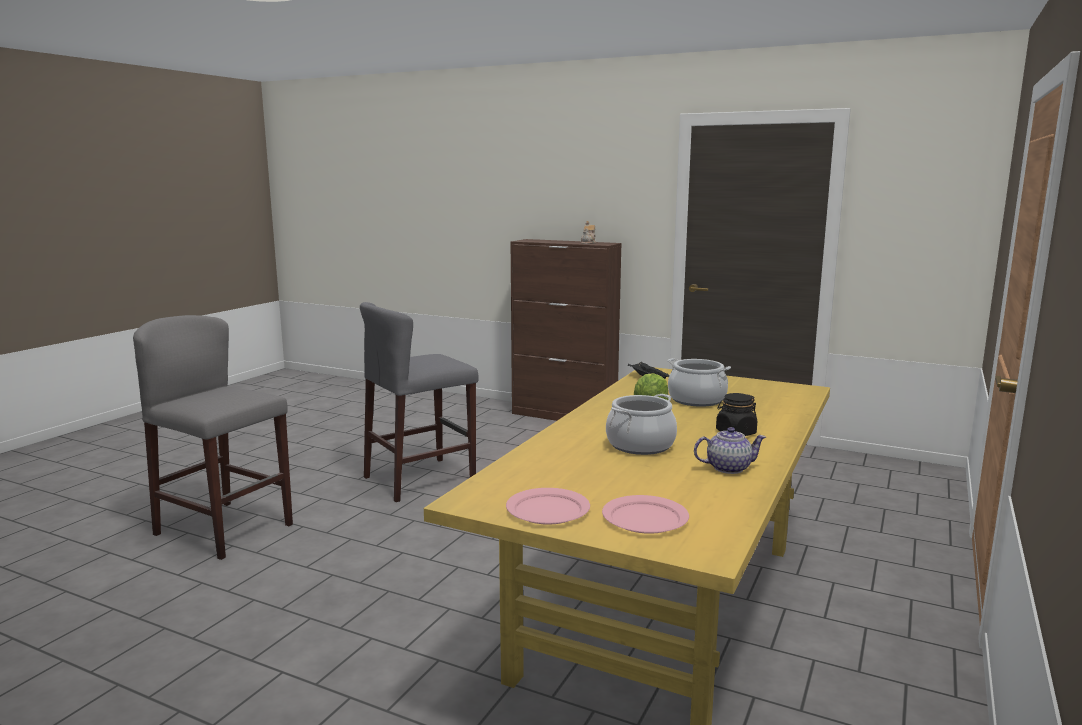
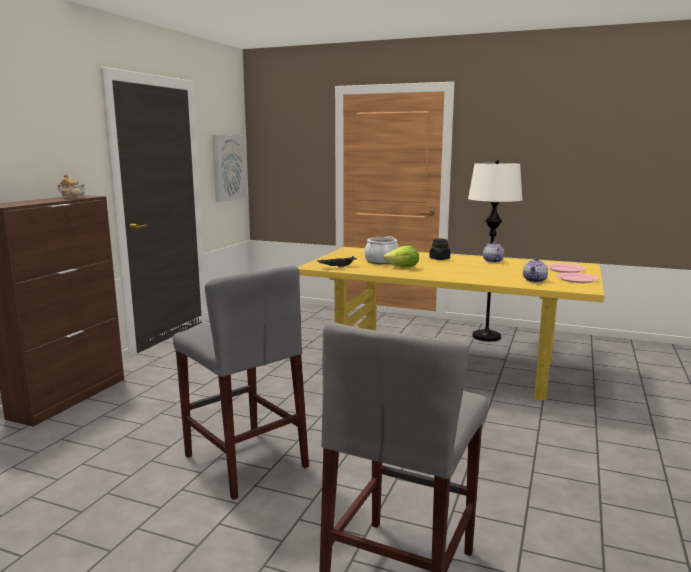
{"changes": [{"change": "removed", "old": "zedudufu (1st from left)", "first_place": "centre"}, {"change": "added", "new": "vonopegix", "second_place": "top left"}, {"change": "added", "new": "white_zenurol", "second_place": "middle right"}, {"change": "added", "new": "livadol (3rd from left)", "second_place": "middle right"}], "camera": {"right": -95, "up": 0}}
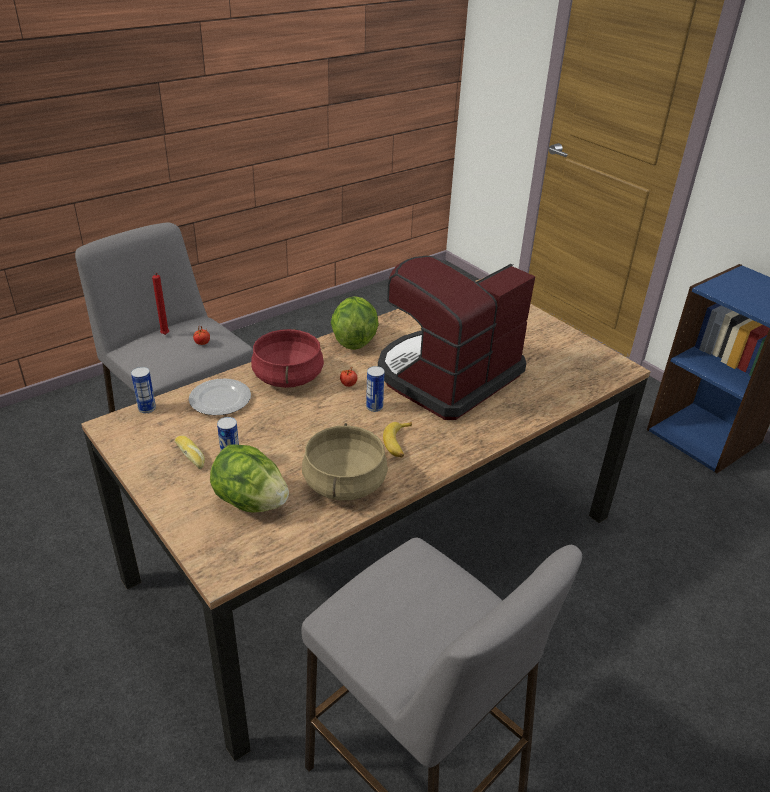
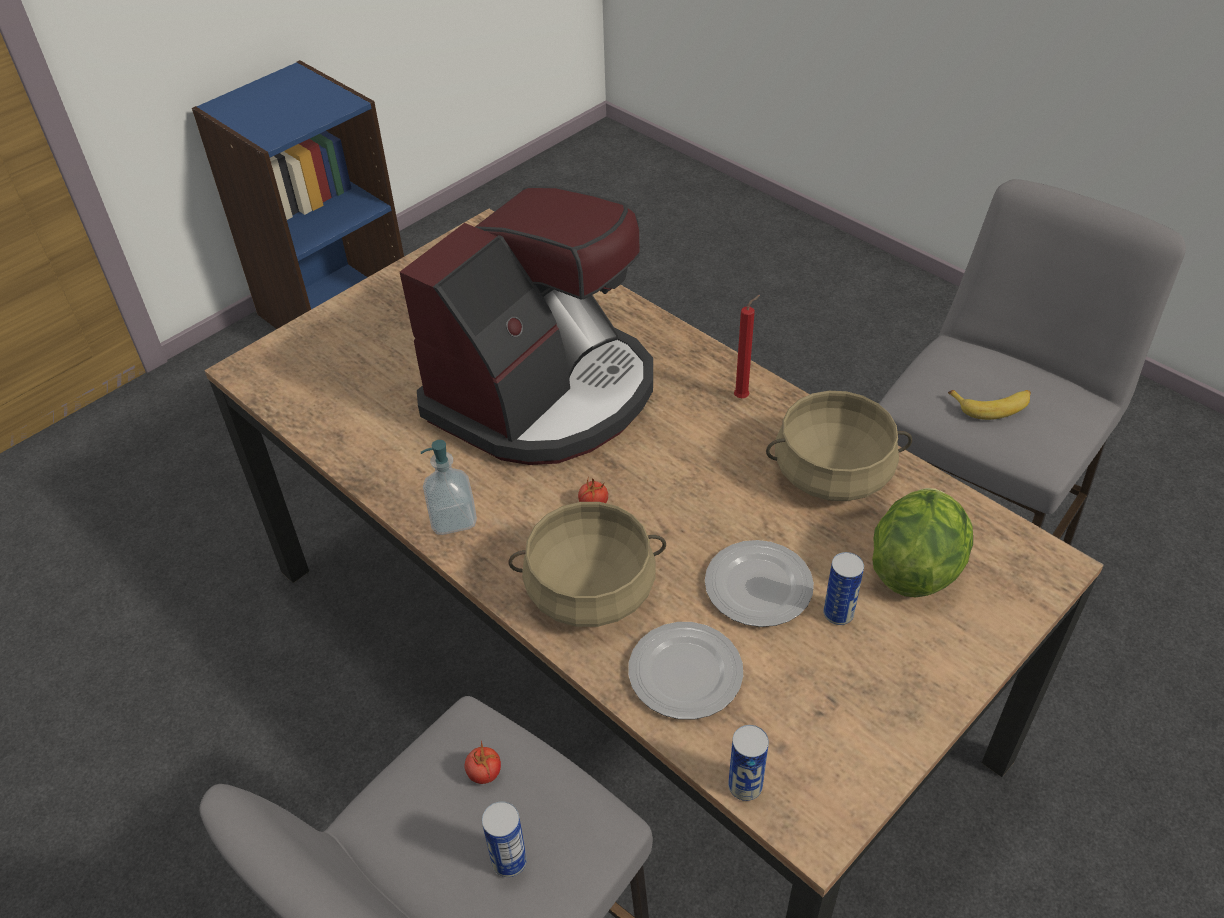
{"changes": [{"change": "turned", "old": "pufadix", "first_place": "centre", "second_place": "centre", "degrees": -90}, {"change": "moved", "old": "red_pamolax", "first_place": "middle left", "second_place": "centre"}, {"change": "replaced", "old": "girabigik (2nd from left)", "new": "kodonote", "first_place": "centre", "second_place": "centre"}, {"change": "recoloured", "old": "red_zedudufu", "new": "beige_zedudufu (1st from left)", "first_place": "centre", "second_place": "centre"}, {"change": "moved", "old": "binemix (3rd from left in the first image)", "new": "binemix (1st from left)", "first_place": "centre", "second_place": "bottom centre"}, {"change": "moved", "old": "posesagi", "first_place": "centre", "second_place": "middle right"}, {"change": "removed", "old": "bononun", "first_place": "middle left"}, {"change": "added", "new": "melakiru (2nd from left)", "second_place": "centre"}], "camera": {"right": -95, "up": 10}}
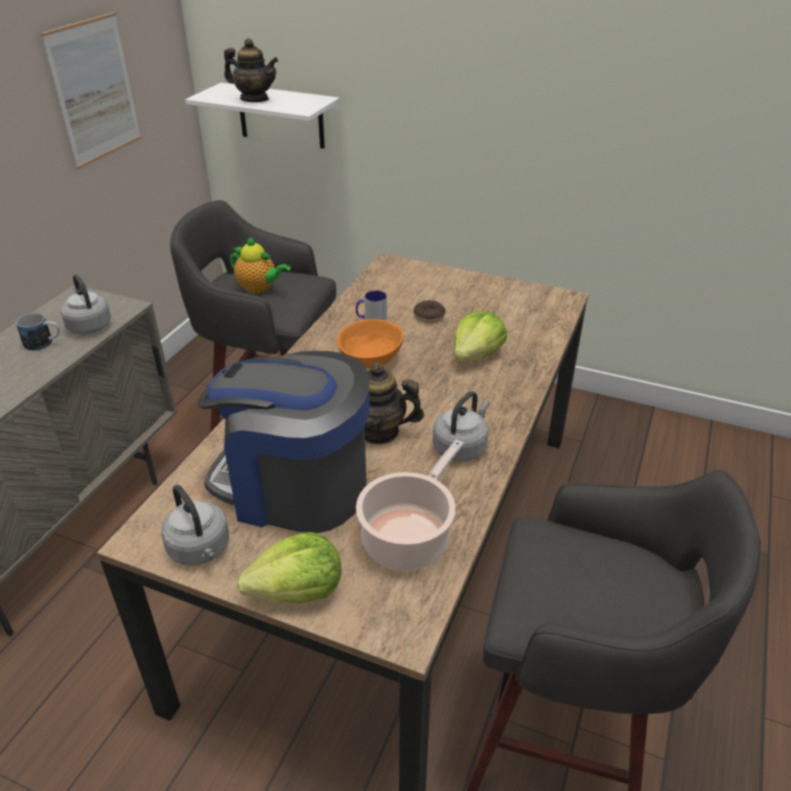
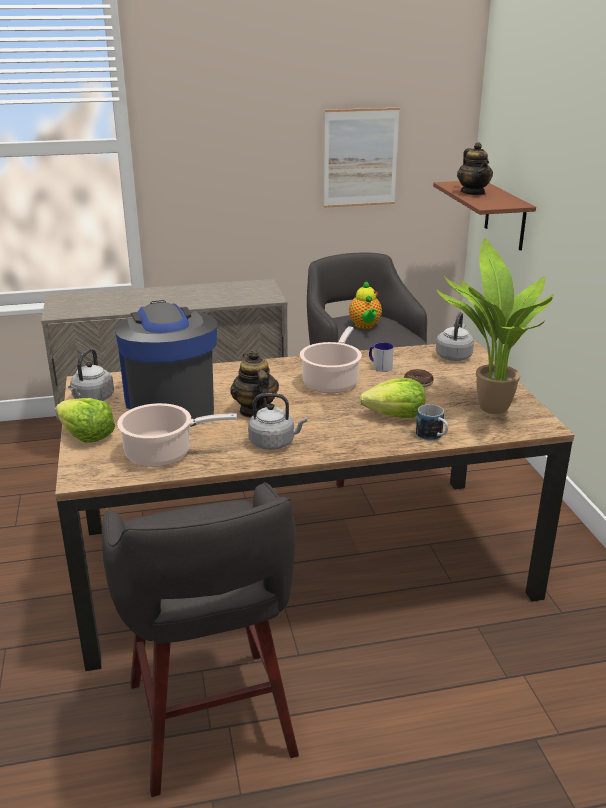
{"changes": [{"change": "recoloured", "old": "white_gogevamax", "new": "brown_gogevamax", "first_place": "top left", "second_place": "top right"}, {"change": "moved", "old": "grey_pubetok (1st from left in the first image)", "new": "grey_pubetok (3rd from left)", "first_place": "middle left", "second_place": "middle right"}, {"change": "moved", "old": "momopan (1st from left in the first image)", "new": "momopan (2nd from left)", "first_place": "middle left", "second_place": "middle right"}, {"change": "replaced", "old": "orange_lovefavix", "new": "zedudufu (2nd from left)", "first_place": "centre", "second_place": "centre"}, {"change": "added", "new": "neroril", "second_place": "middle right"}], "camera": {"right": 55, "up": -10}}
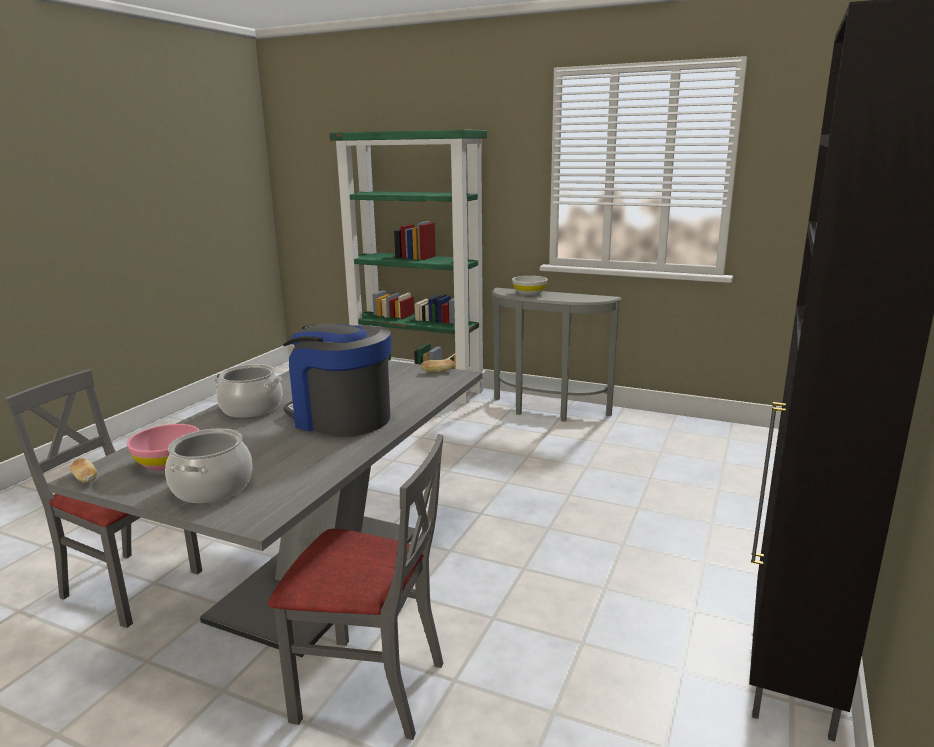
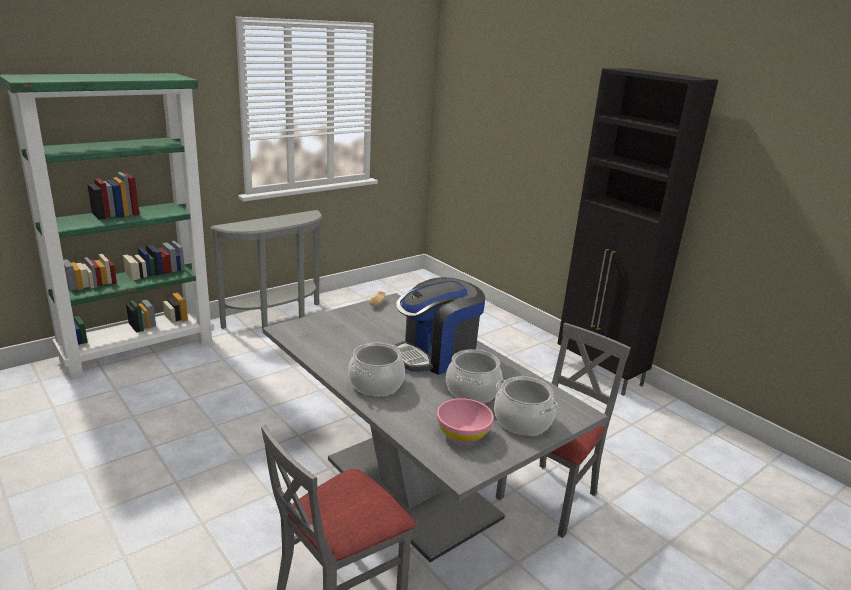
{"changes": [{"change": "removed", "old": "white_lovefavix", "first_place": "centre"}, {"change": "removed", "old": "bononun (1st from left)", "first_place": "middle left"}, {"change": "added", "new": "zedudufu (2nd from left)", "second_place": "centre"}], "camera": {"right": -65, "up": 5}}
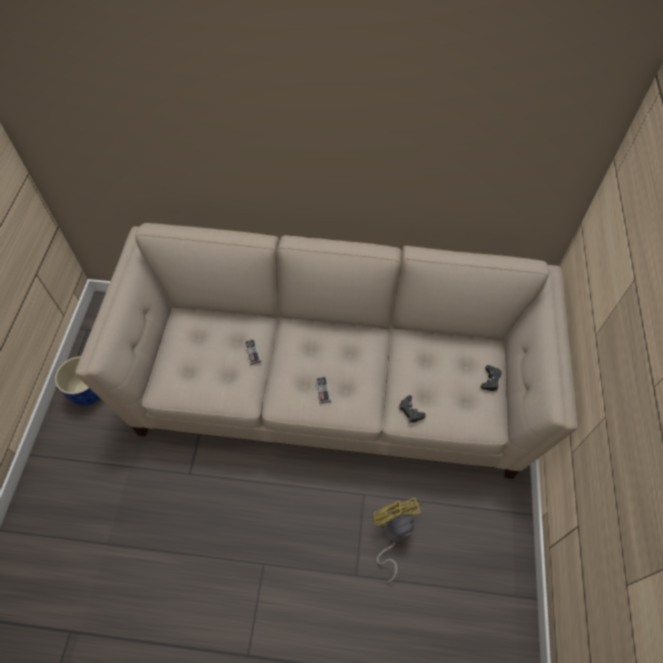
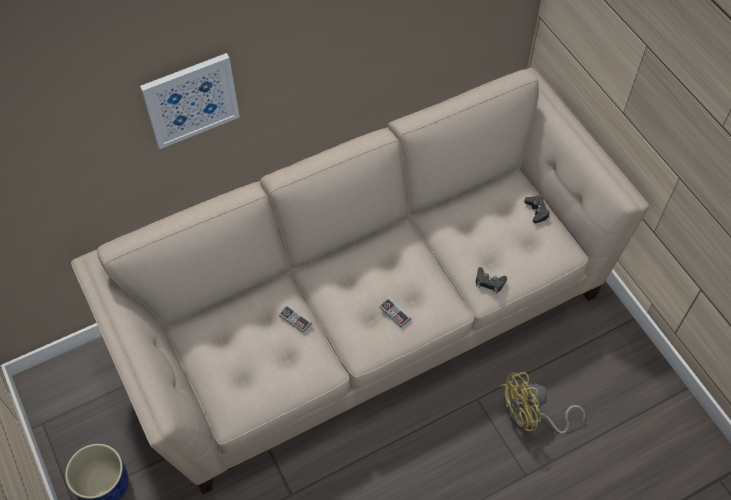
{"changes": [{"change": "turned", "old": "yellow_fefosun", "first_place": "bottom centre", "second_place": "bottom right", "degrees": -60}, {"change": "added", "new": "vonopegix", "second_place": "top left"}], "camera": {"right": -35, "up": 0}}
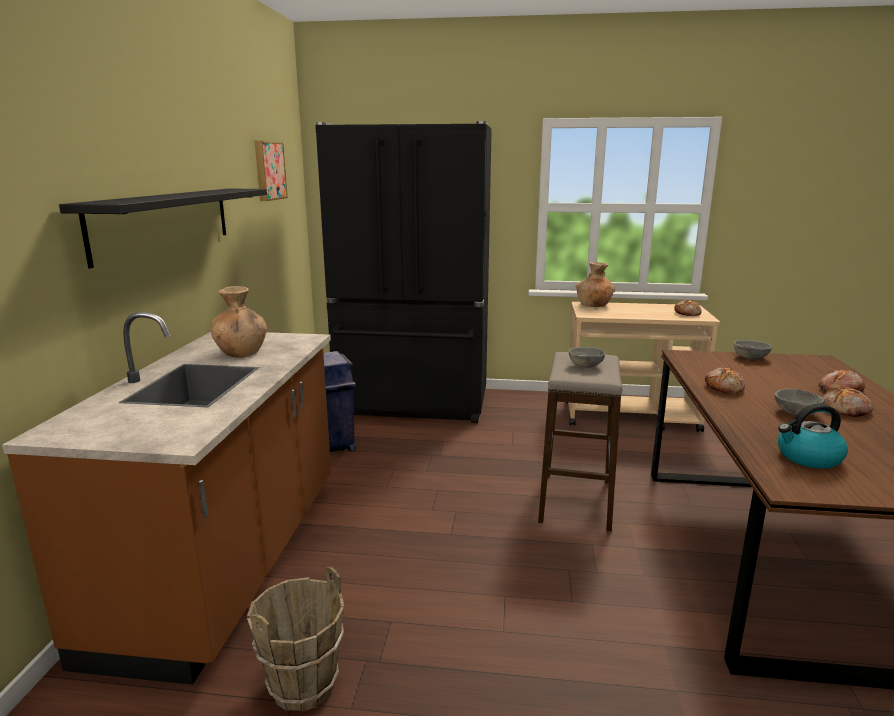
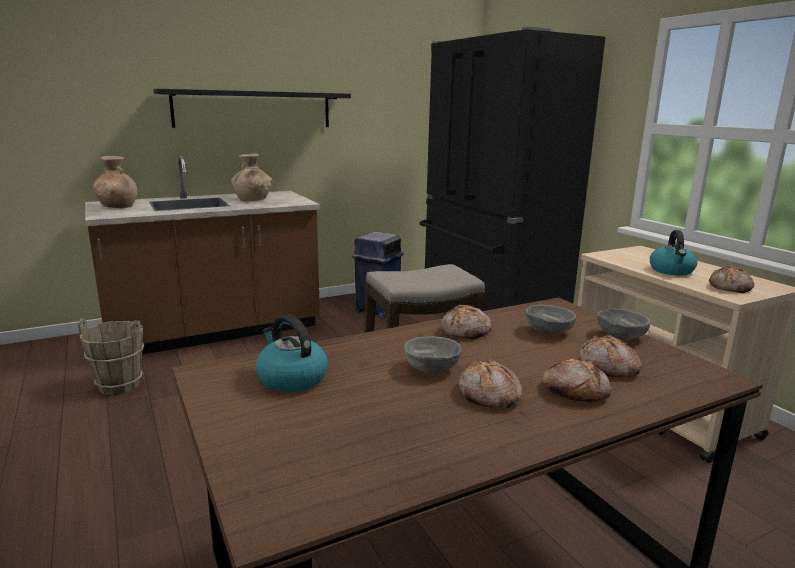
{"changes": [{"change": "removed", "old": "vonopegix", "first_place": "top left"}, {"change": "moved", "old": "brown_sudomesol (2nd from left in the first image)", "new": "brown_sudomesol (1st from left)", "first_place": "centre", "second_place": "top left"}, {"change": "moved", "old": "grey_lovefavix (1st from left in the first image)", "new": "grey_lovefavix (2nd from left)", "first_place": "centre", "second_place": "middle right"}, {"change": "added", "new": "pubetok (2nd from left)", "second_place": "middle right"}, {"change": "added", "new": "bononun (4th from left)", "second_place": "middle right"}], "camera": {"right": 55, "up": 0}}
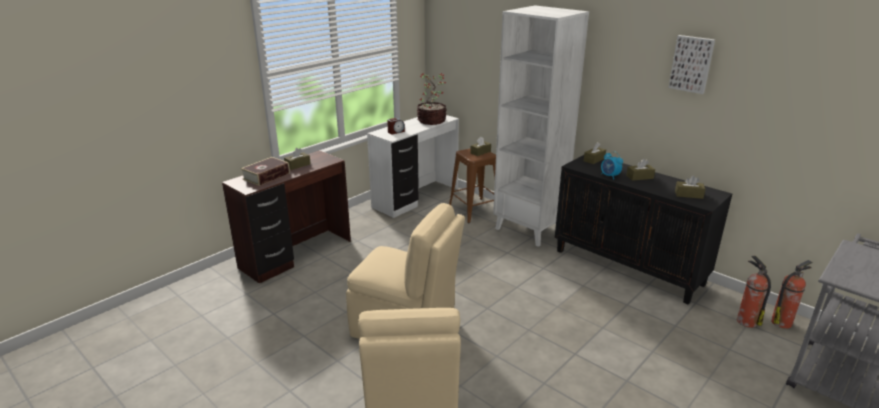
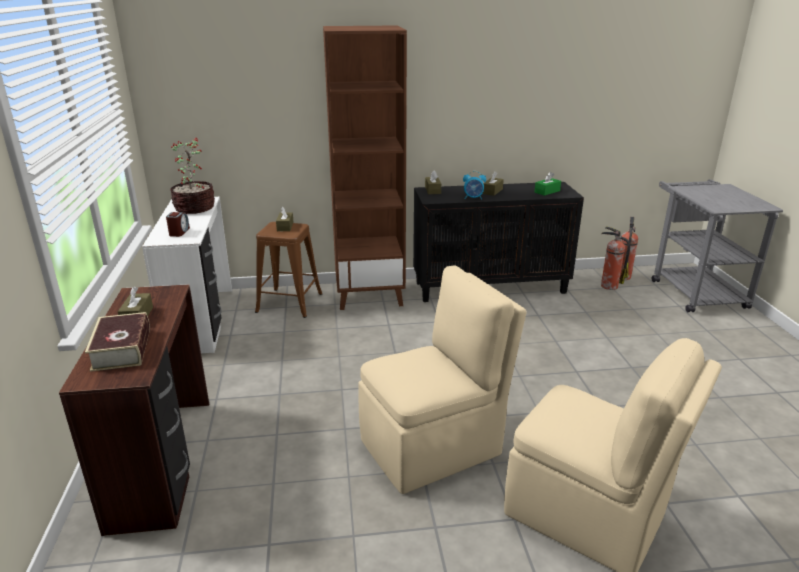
{"changes": [{"change": "recoloured", "old": "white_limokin", "new": "brown_limokin", "first_place": "top centre", "second_place": "top centre"}, {"change": "removed", "old": "vonopegix", "first_place": "top right"}, {"change": "recoloured", "old": "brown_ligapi (5th from left)", "new": "green_ligapi", "first_place": "middle right", "second_place": "top right"}], "camera": {"right": -50, "up": 0}}
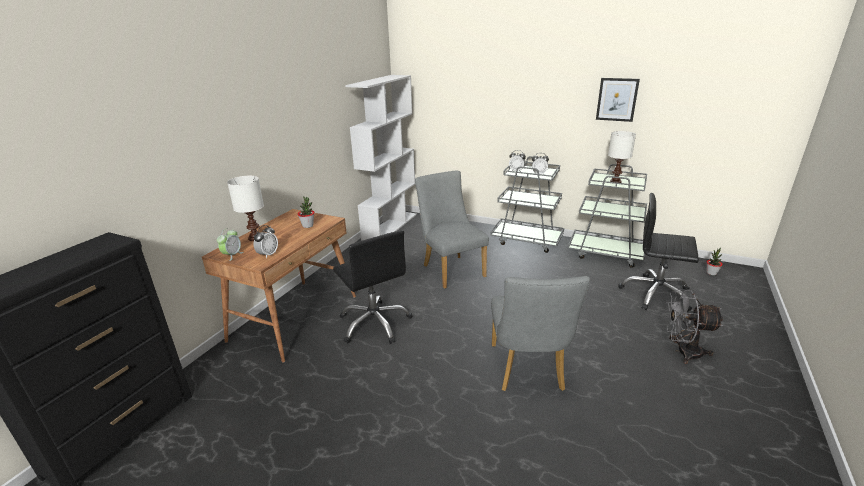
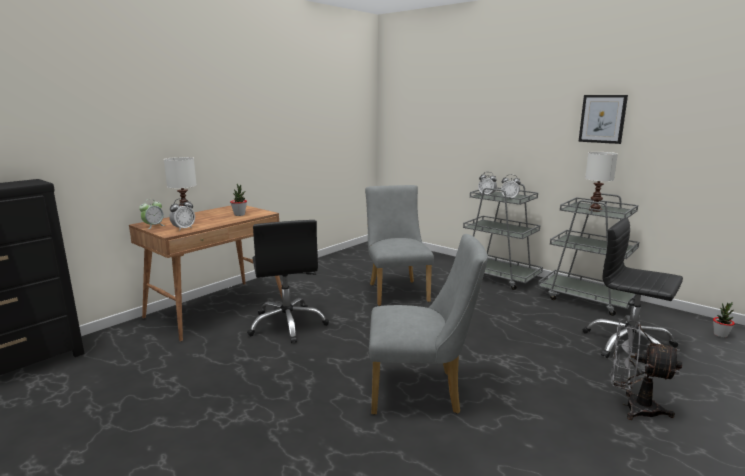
{"changes": [{"change": "removed", "old": "white_limokin", "first_place": "top centre"}, {"change": "turned", "old": "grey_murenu (2nd from left)", "first_place": "bottom centre", "second_place": "bottom centre", "degrees": -105}], "camera": {"right": 15, "up": -10}}
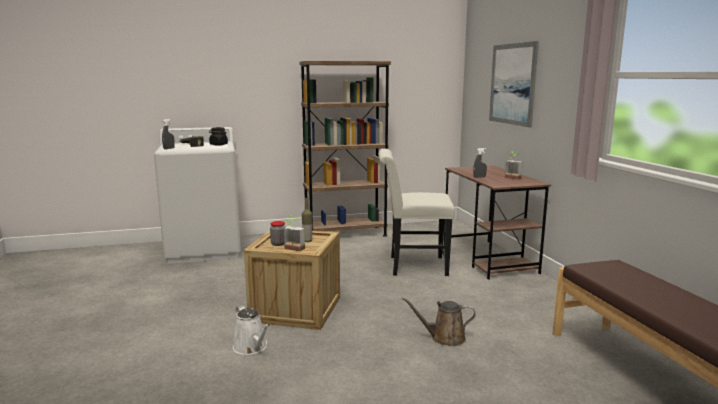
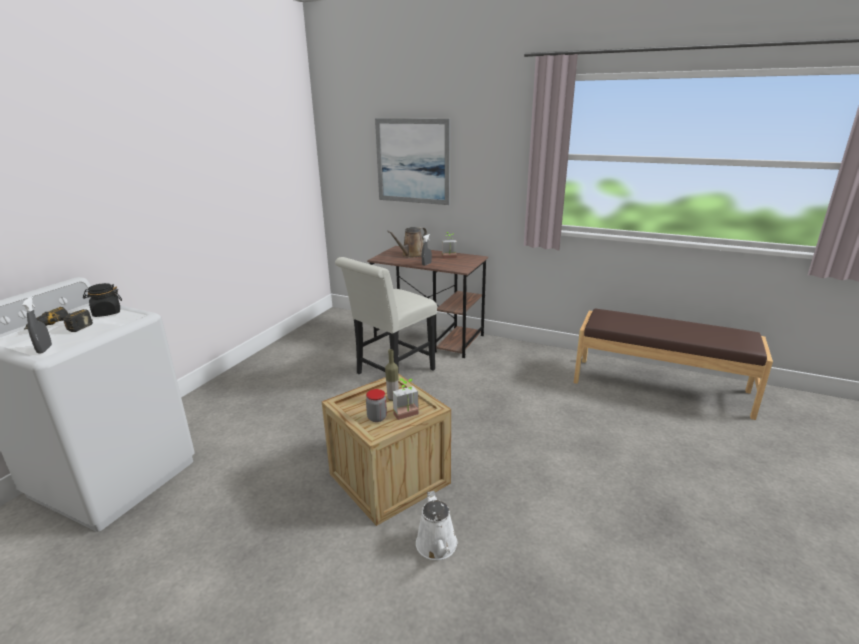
{"changes": [{"change": "removed", "old": "brown_limokin", "first_place": "centre"}, {"change": "moved", "old": "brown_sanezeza", "first_place": "bottom centre", "second_place": "centre"}, {"change": "turned", "old": "white_sanezeza", "first_place": "bottom centre", "second_place": "bottom centre", "degrees": 75}], "camera": {"right": -50, "up": 10}}
